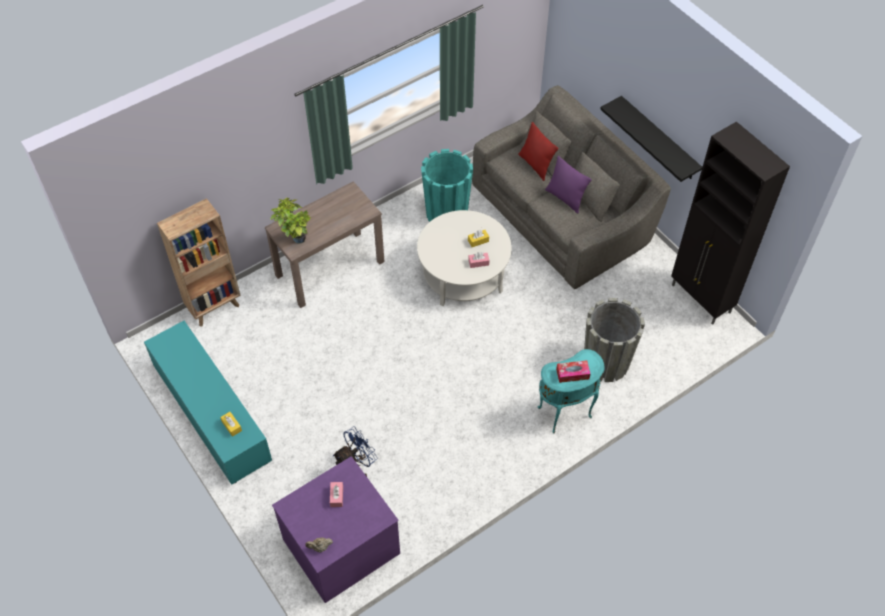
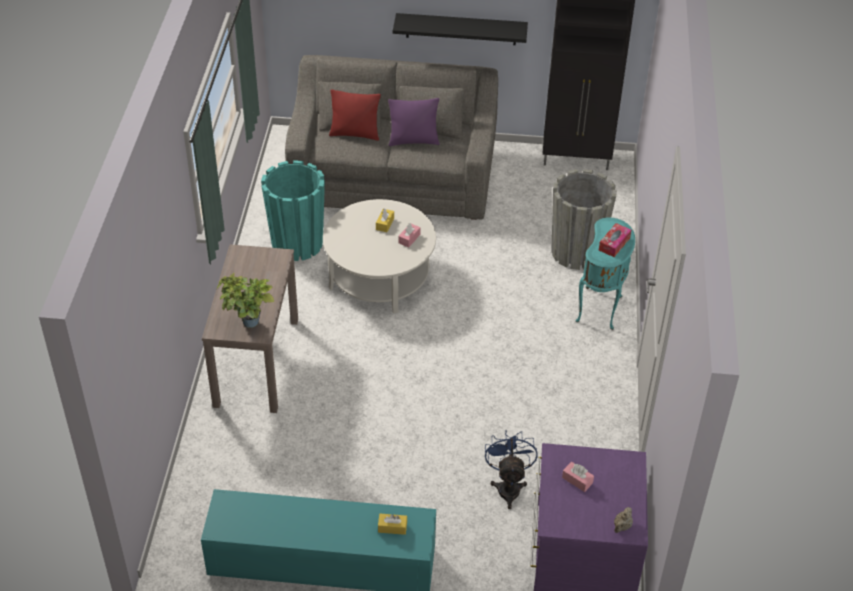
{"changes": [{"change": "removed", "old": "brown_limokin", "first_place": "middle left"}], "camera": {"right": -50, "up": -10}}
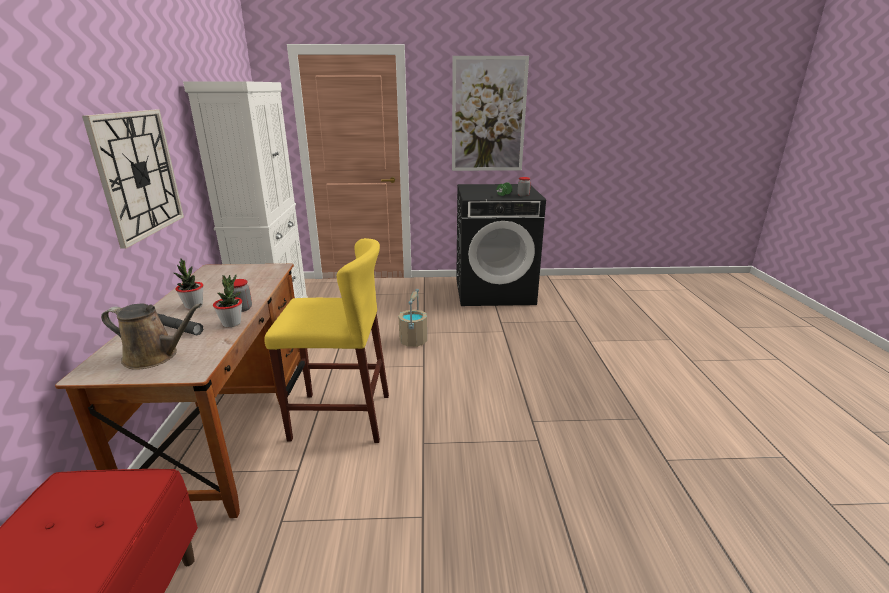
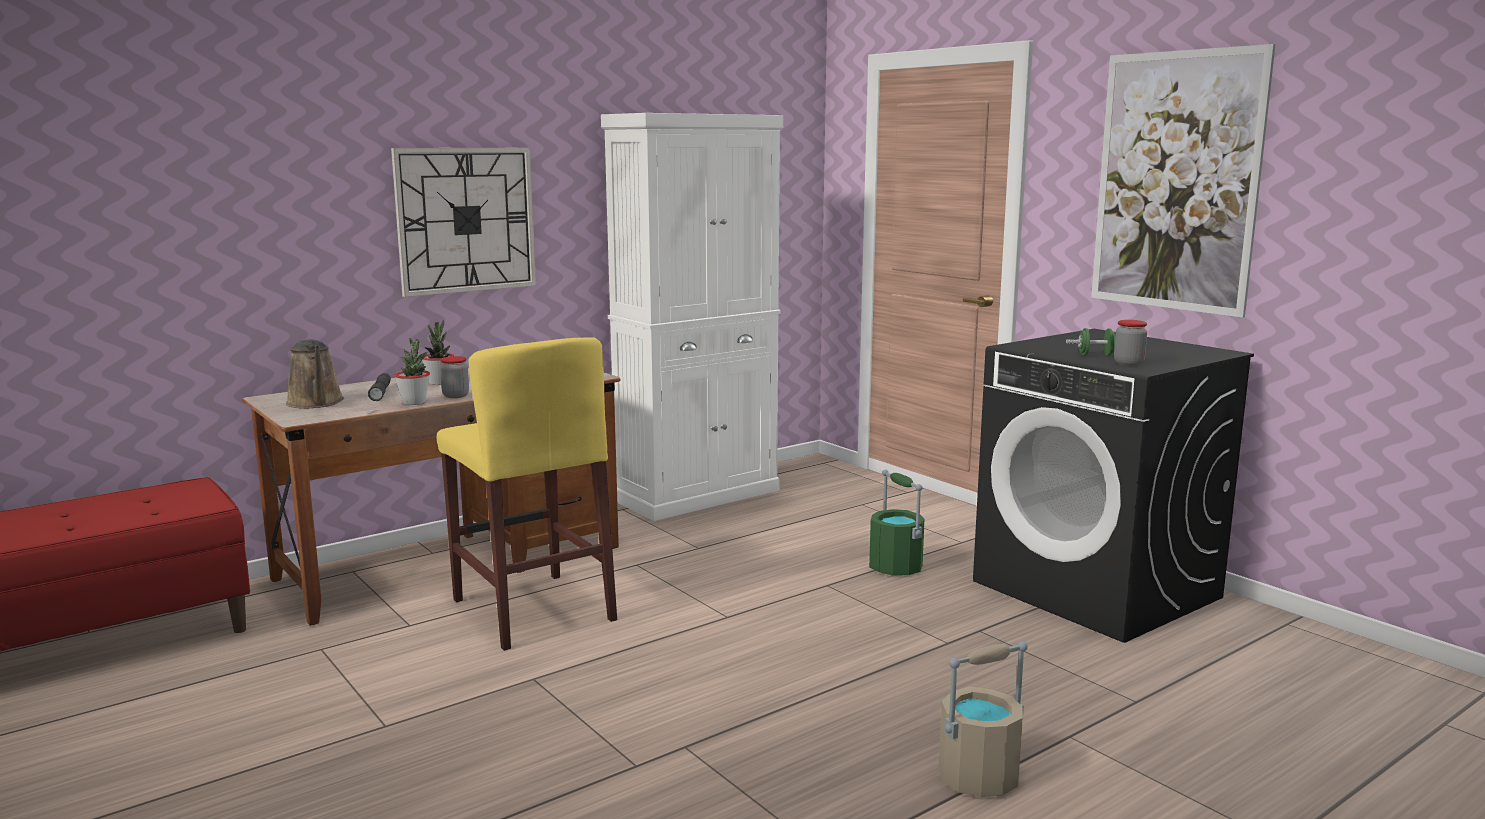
{"changes": [{"change": "moved", "old": "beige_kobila", "first_place": "centre", "second_place": "bottom centre"}, {"change": "added", "new": "green_kobila", "second_place": "centre"}], "camera": {"right": 55, "up": -10}}
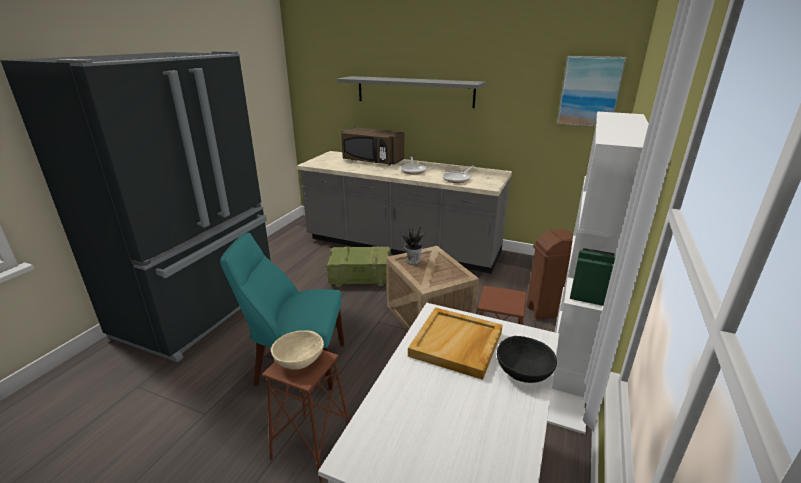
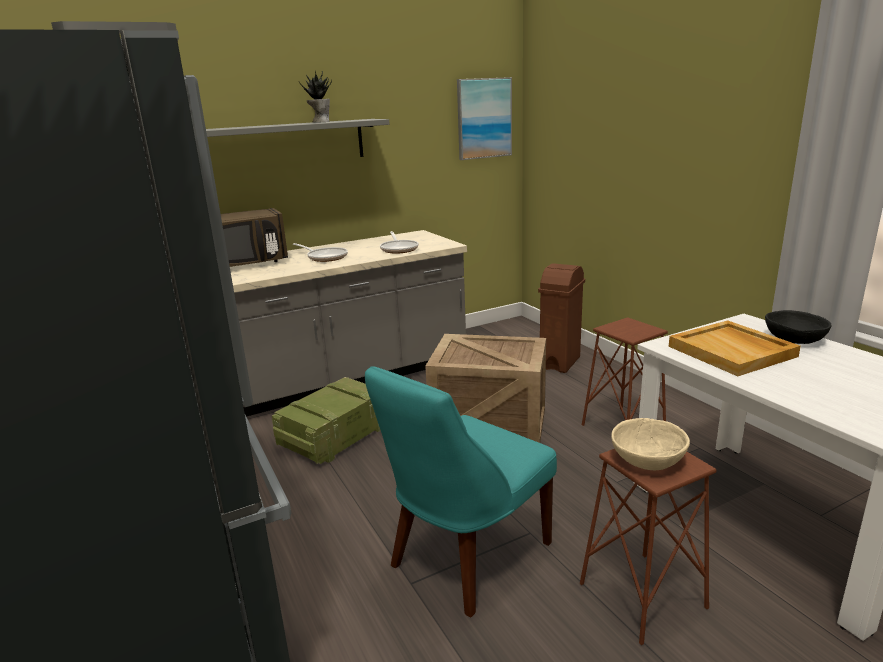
{"changes": [{"change": "removed", "old": "white_limokin", "first_place": "middle right"}, {"change": "moved", "old": "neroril", "first_place": "centre", "second_place": "top centre"}], "camera": {"right": -50, "up": -5}}
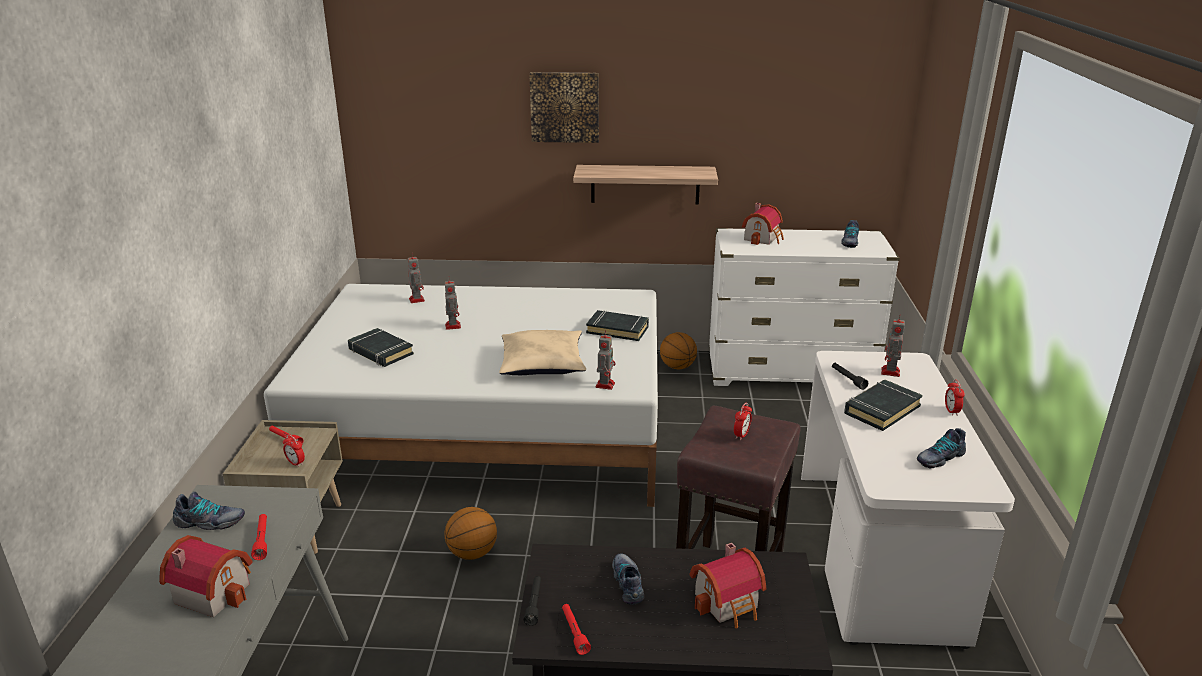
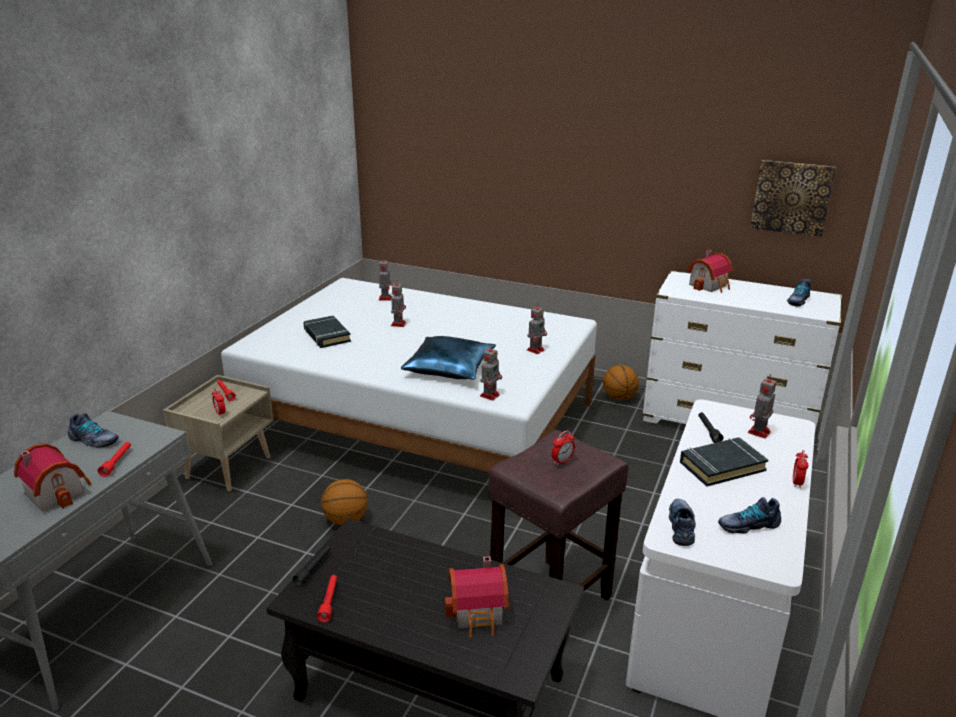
{"changes": [{"change": "moved", "old": "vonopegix", "first_place": "top centre", "second_place": "top right"}, {"change": "removed", "old": "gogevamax", "first_place": "top centre"}, {"change": "replaced", "old": "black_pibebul (2nd from left)", "new": "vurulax (4th from left)", "first_place": "centre", "second_place": "centre"}, {"change": "recoloured", "old": "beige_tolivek", "new": "blue_tolivek", "first_place": "centre", "second_place": "centre"}, {"change": "moved", "old": "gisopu (2nd from left)", "first_place": "bottom centre", "second_place": "bottom right"}], "camera": {"right": 20, "up": 0}}
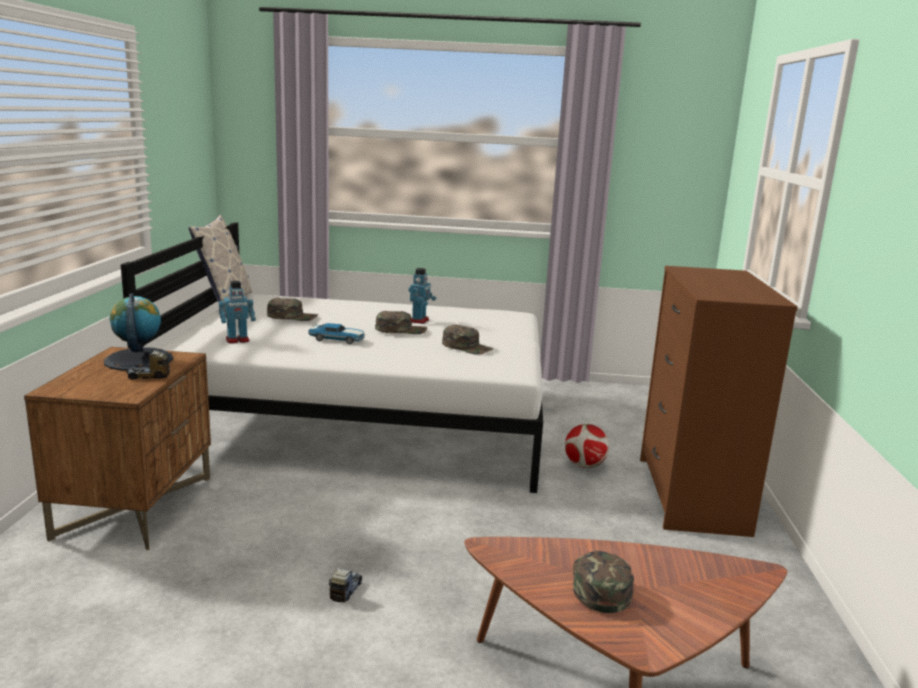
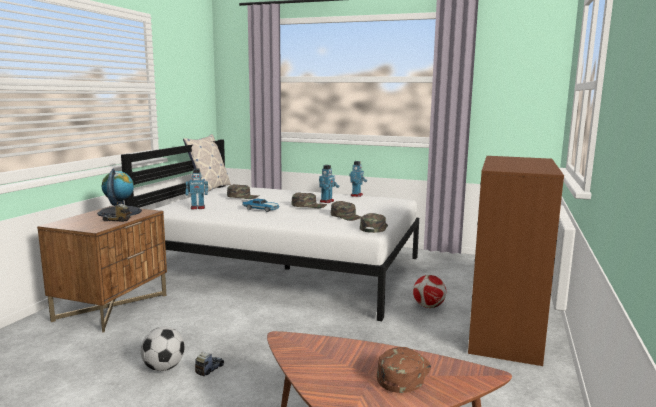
{"changes": [{"change": "moved", "old": "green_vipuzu (4th from left)", "first_place": "bottom centre", "second_place": "centre"}, {"change": "added", "new": "vurulax (3rd from left)", "second_place": "centre"}, {"change": "added", "new": "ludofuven (1st from left)", "second_place": "bottom left"}, {"change": "added", "new": "brown_vipuzu", "second_place": "bottom centre"}], "camera": {"right": 15, "up": -5}}
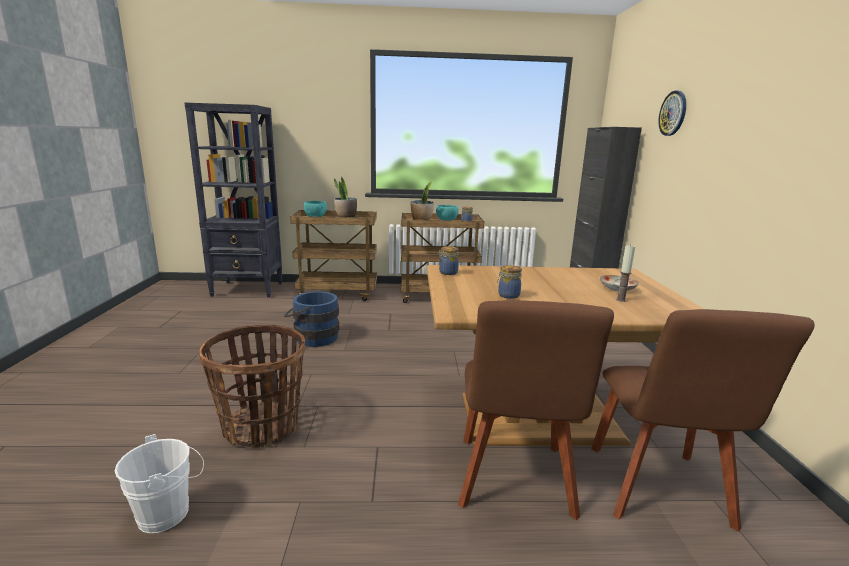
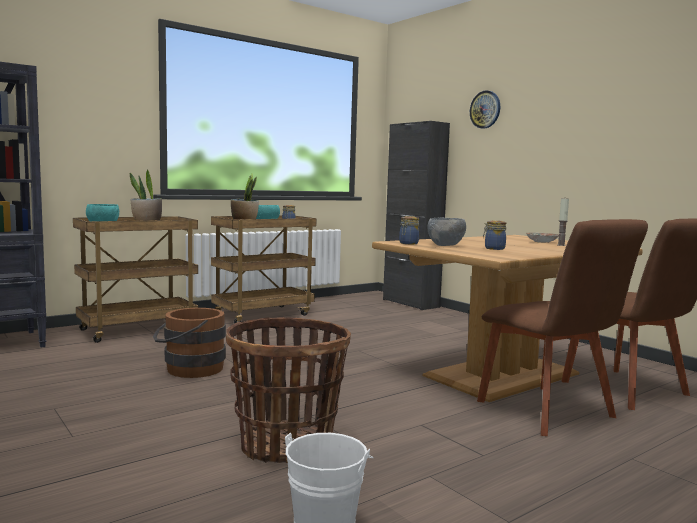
{"changes": [{"change": "recoloured", "old": "blue_kobila", "new": "brown_kobila", "first_place": "centre", "second_place": "middle left"}, {"change": "added", "new": "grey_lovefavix", "second_place": "centre"}], "camera": {"right": -35, "up": -10}}
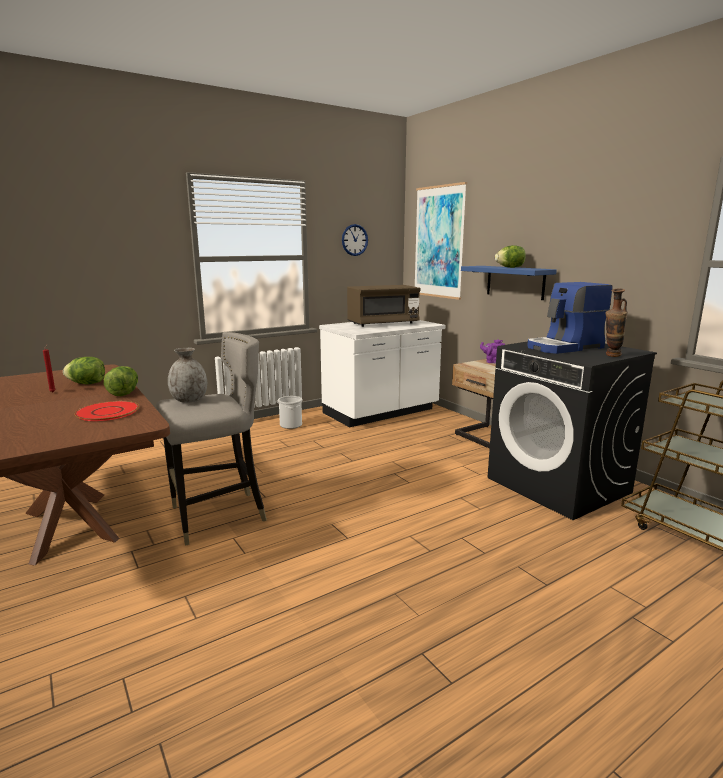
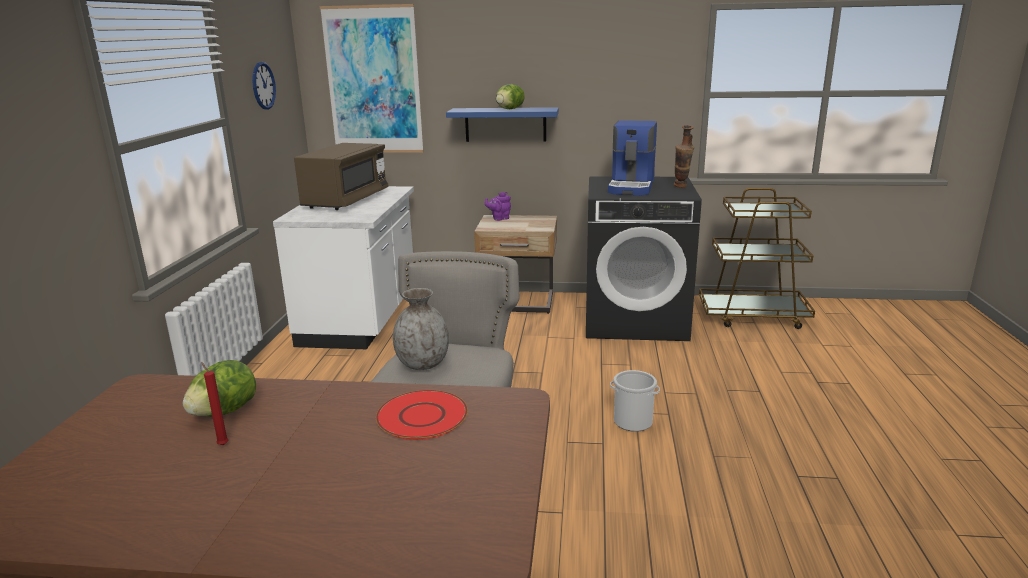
{"changes": [{"change": "removed", "old": "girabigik (2nd from left)", "first_place": "middle left"}, {"change": "moved", "old": "kobila", "first_place": "centre", "second_place": "bottom centre"}], "camera": {"right": -50, "up": 5}}
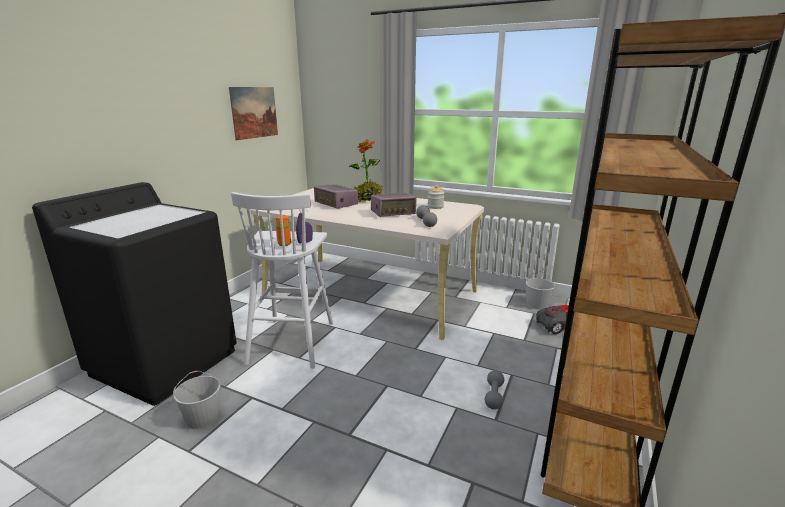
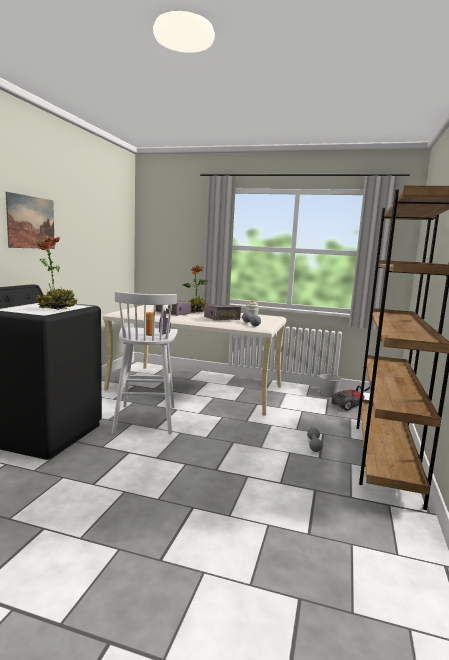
{"changes": [{"change": "moved", "old": "vonopegix", "first_place": "top left", "second_place": "middle left"}, {"change": "removed", "old": "white_kobila (1st from left)", "first_place": "bottom left"}, {"change": "added", "new": "neroril (1st from left)", "second_place": "middle left"}], "camera": {"right": -10, "up": -10}}
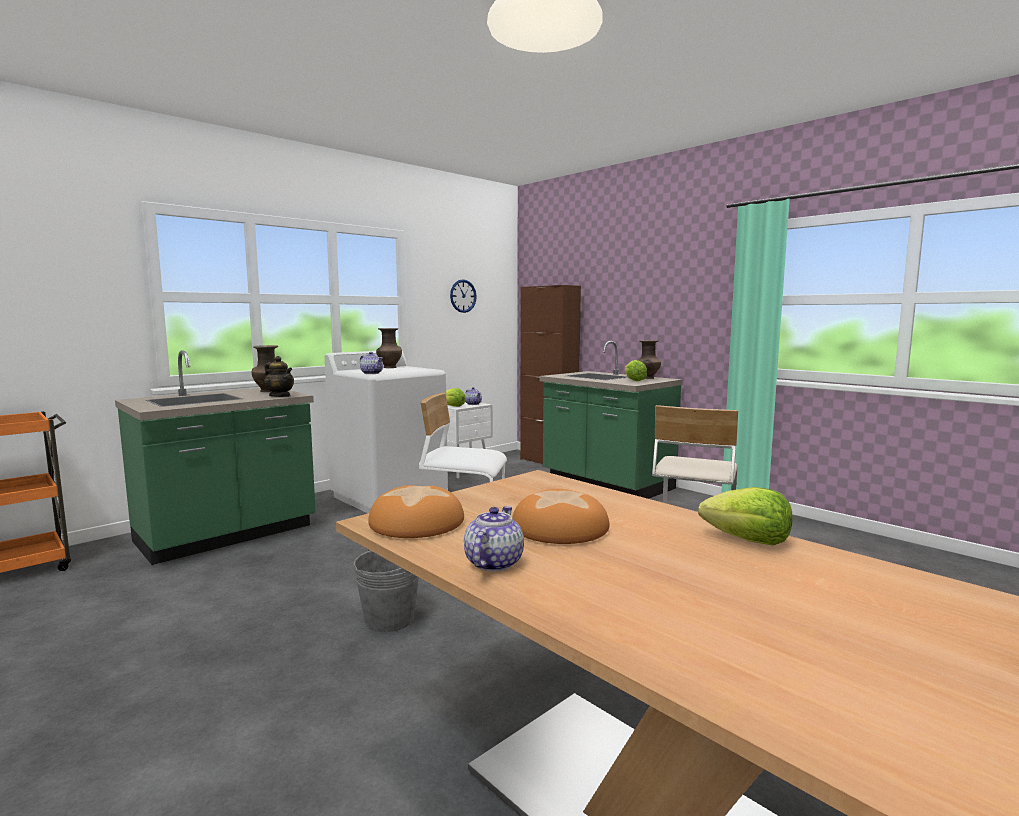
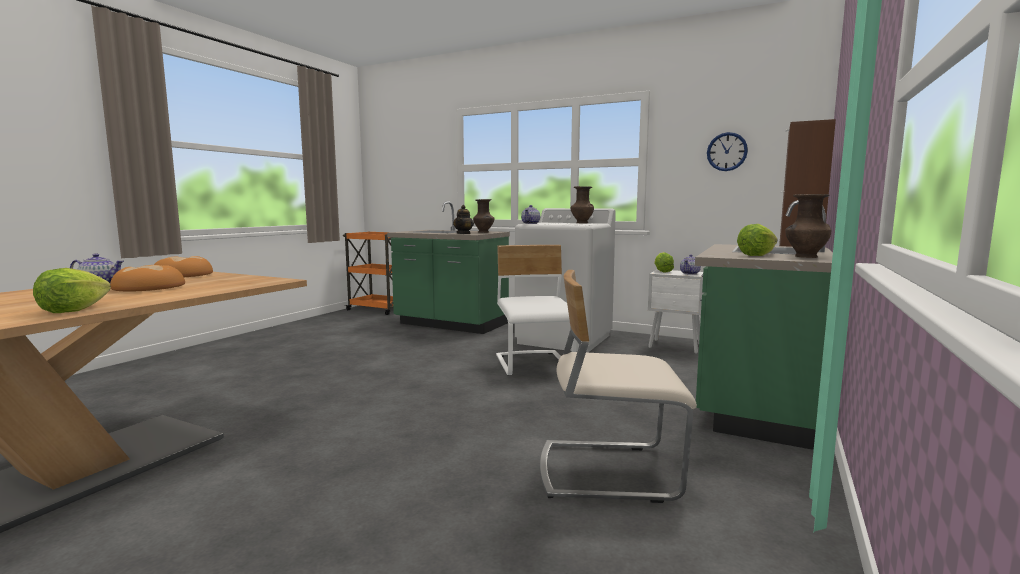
{"changes": [{"change": "removed", "old": "grey_kobila", "first_place": "bottom centre"}], "camera": {"right": 70, "up": 0}}
